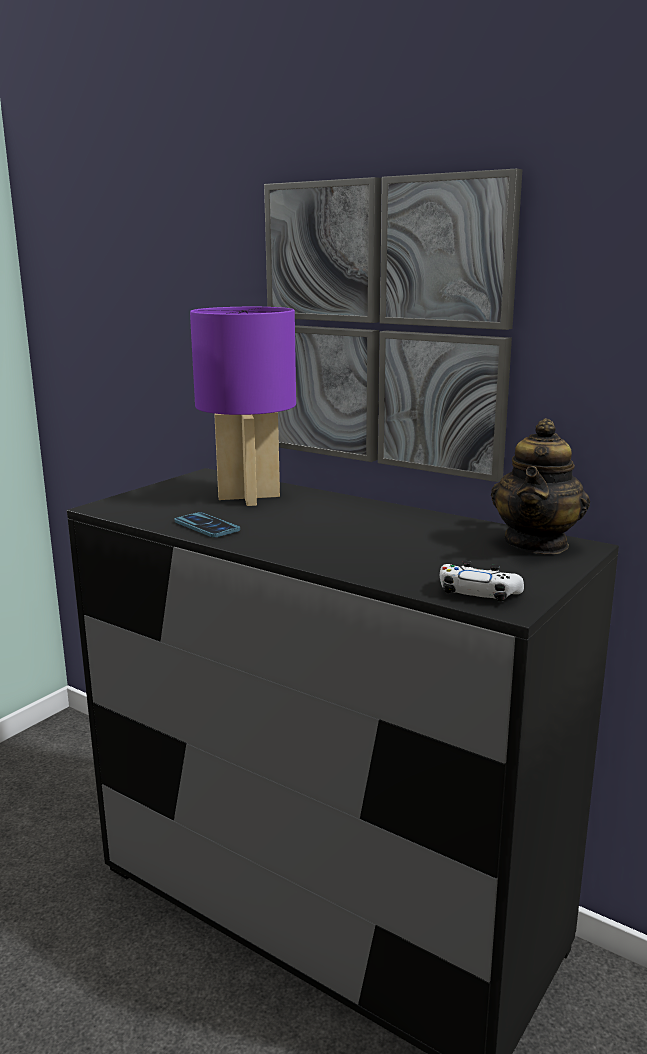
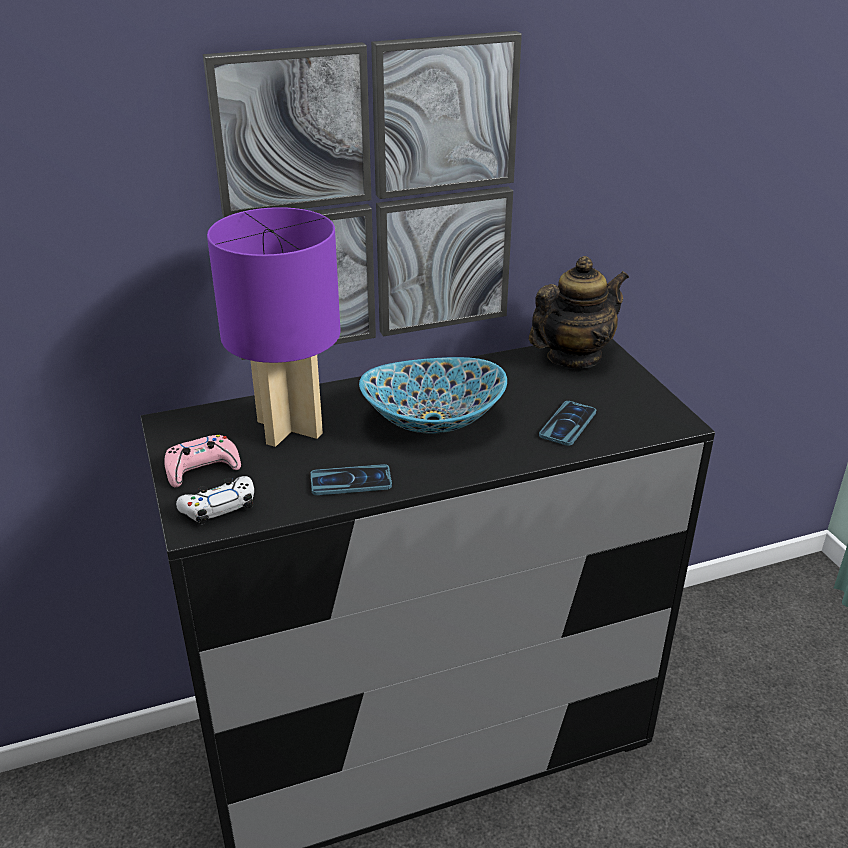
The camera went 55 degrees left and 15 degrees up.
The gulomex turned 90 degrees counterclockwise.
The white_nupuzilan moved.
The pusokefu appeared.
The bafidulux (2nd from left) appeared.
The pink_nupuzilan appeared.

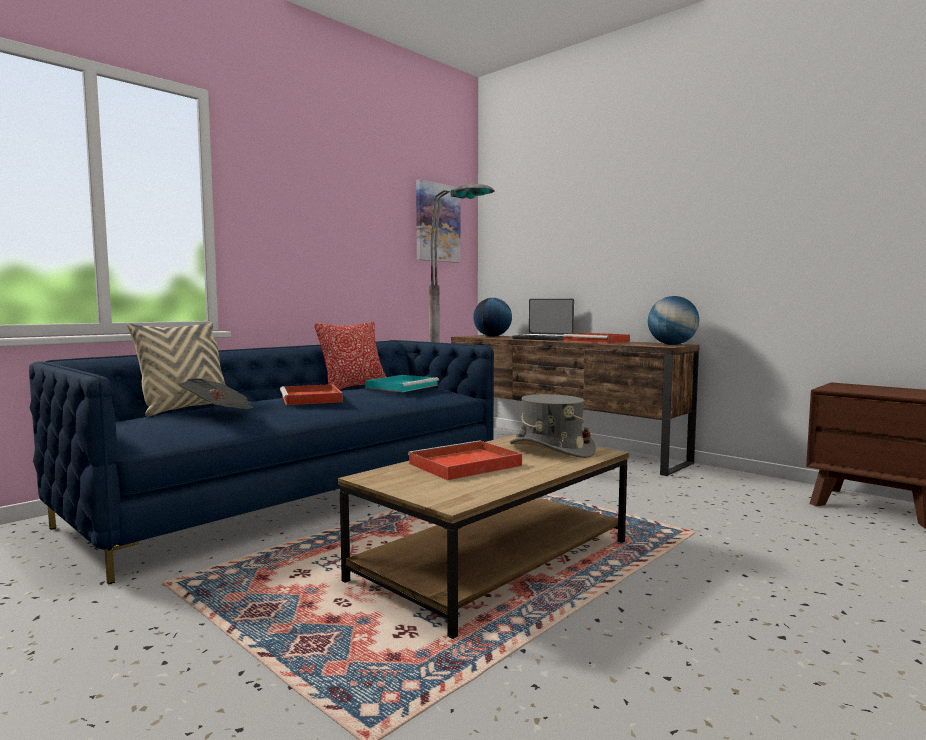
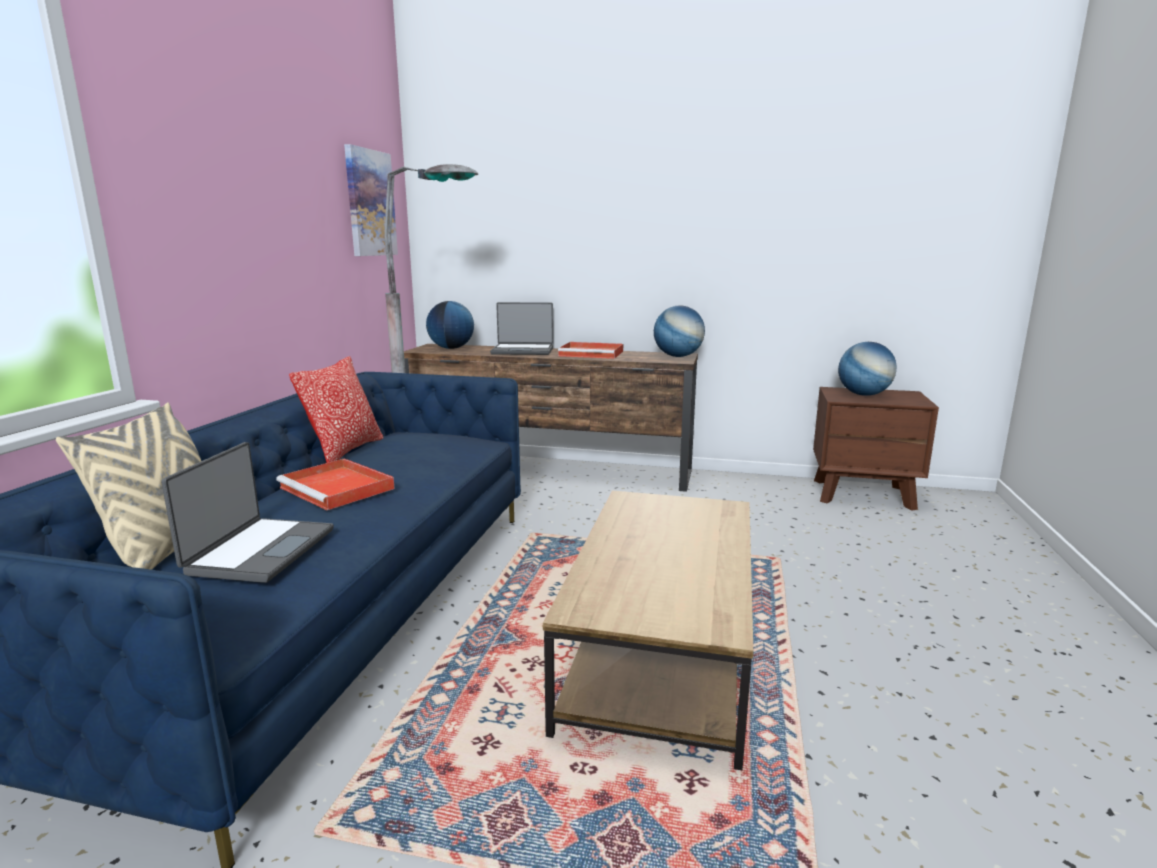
The camera went 30 degrees left and 10 degrees up.
The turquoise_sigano disappeared.
The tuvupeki was replaced by the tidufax (1st from left).
The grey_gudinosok disappeared.
The red_sigano (2nd from left) disappeared.
The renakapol (3rd from left) appeared.

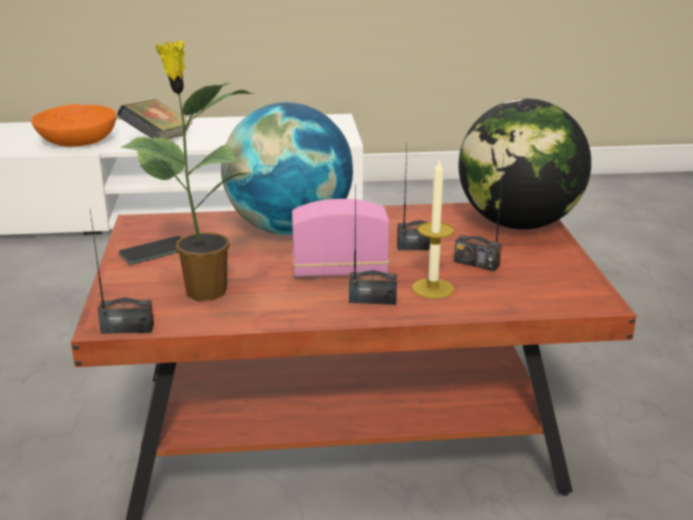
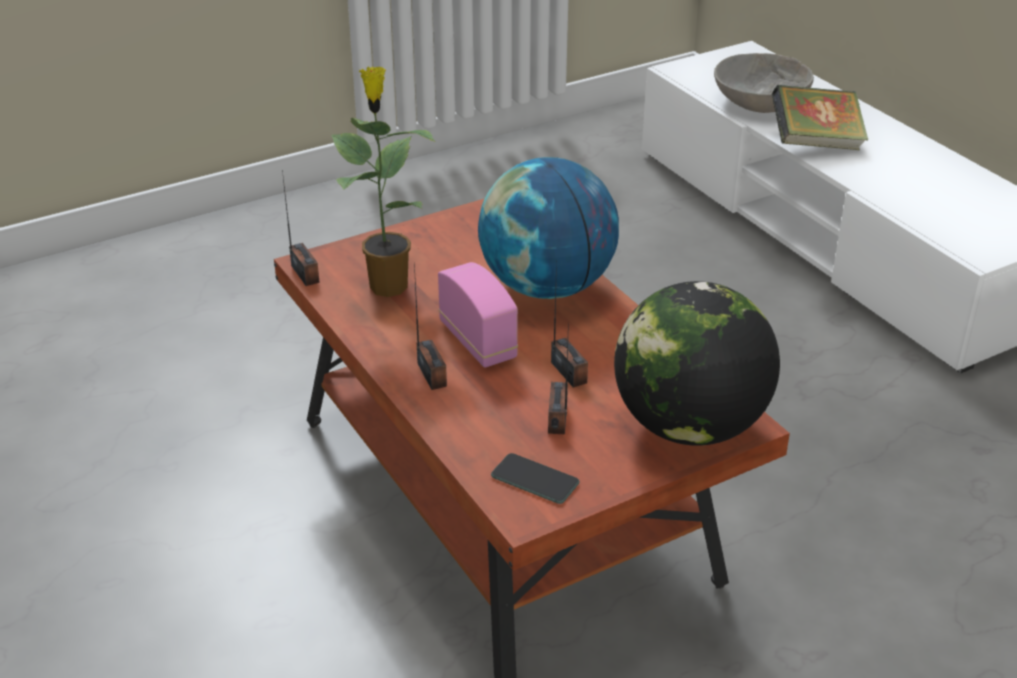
The camera went 65 degrees right and 10 degrees up.
The orange_pusokefu became the grey_pusokefu.
The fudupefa disappeared.
The bafidulux moved.

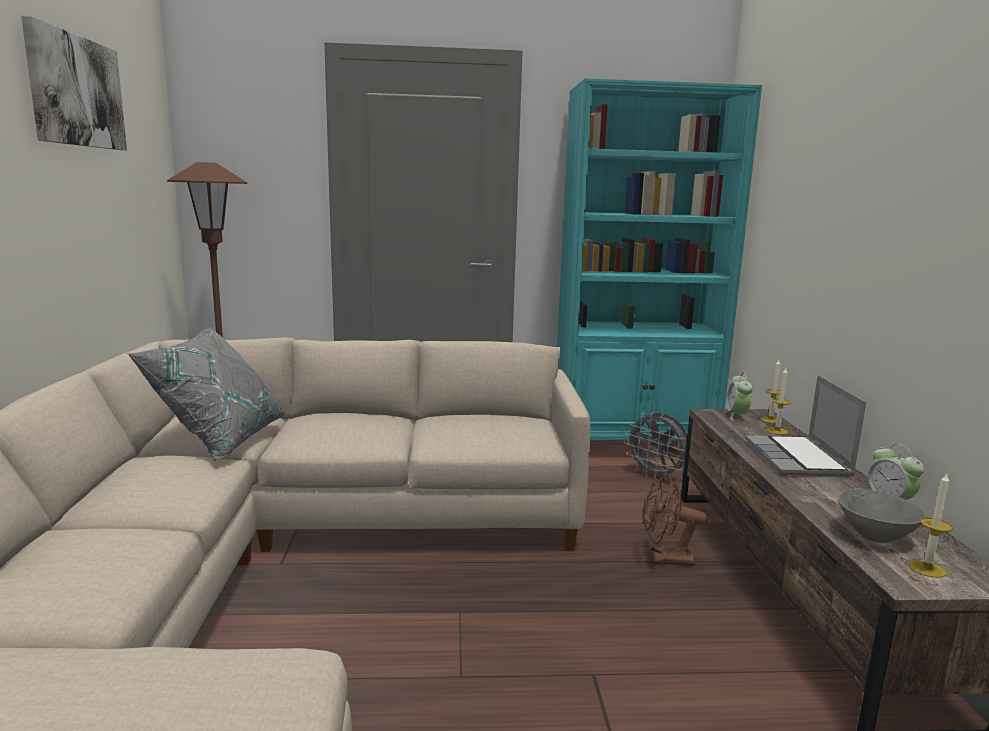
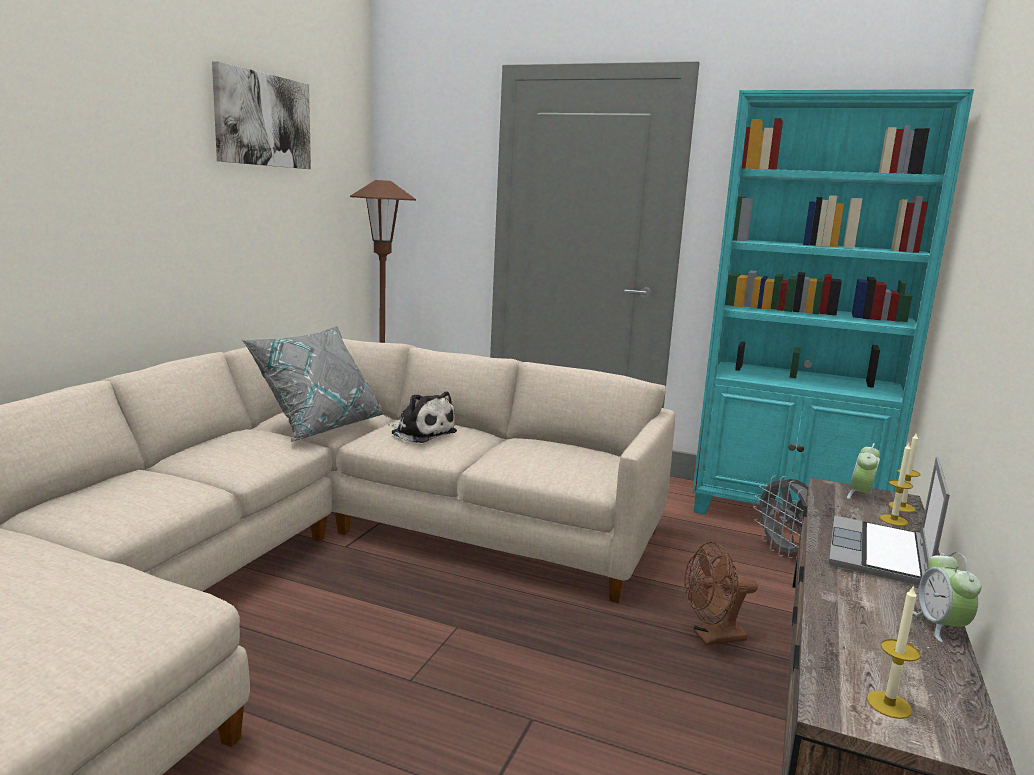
The camera went 25 degrees right and 0 degrees up.
The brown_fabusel turned 45 degrees counterclockwise.
The grey_pusokefu disappeared.
The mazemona appeared.

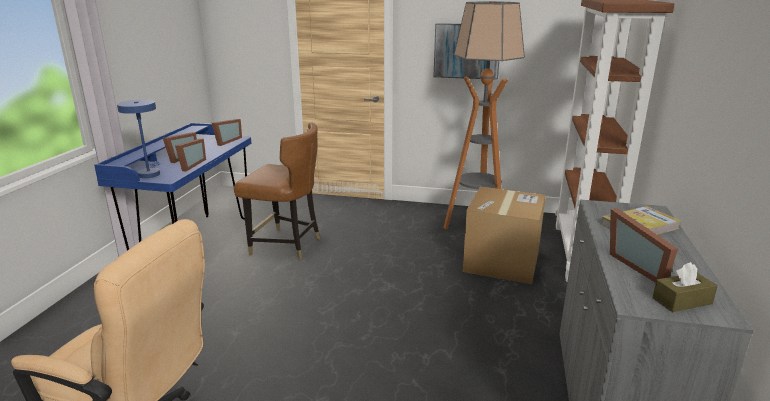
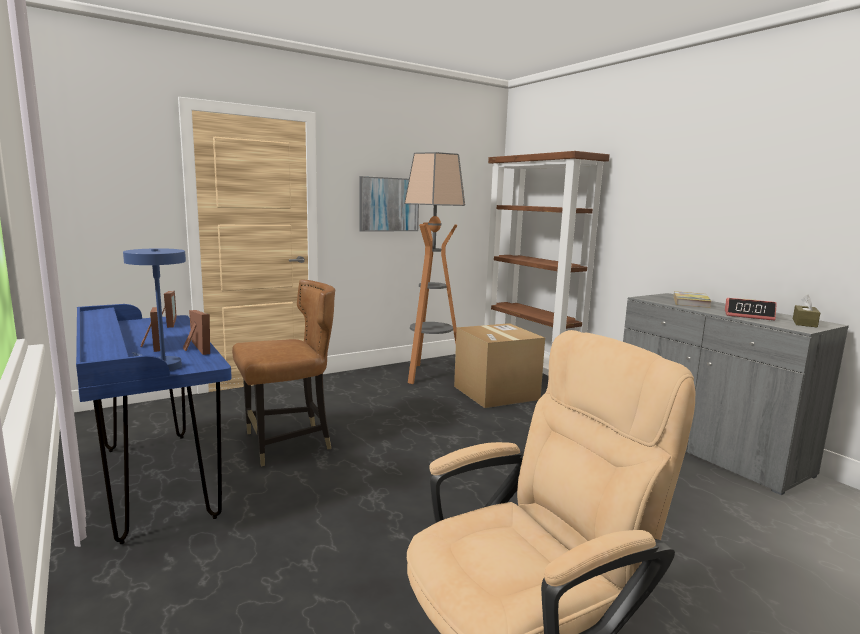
The camera went 45 degrees left and 10 degrees down.
The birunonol (4th from left) was replaced by the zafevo.

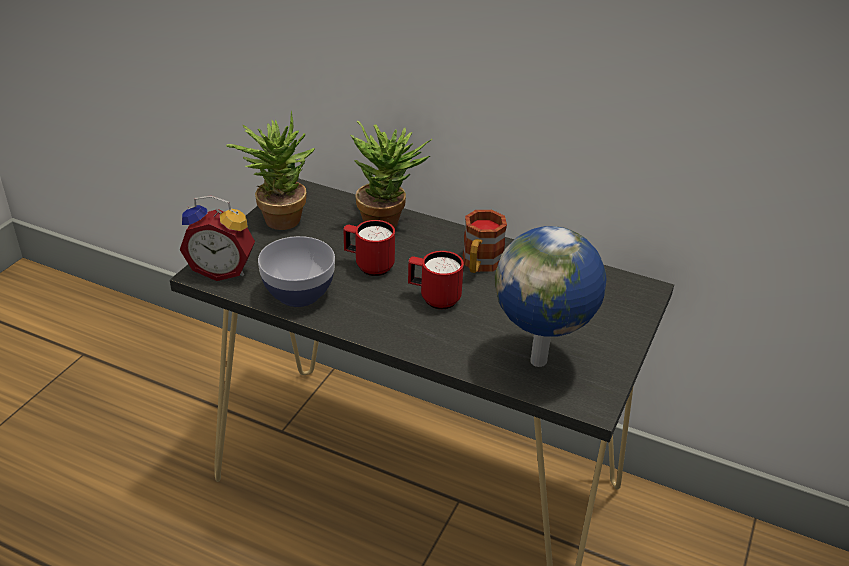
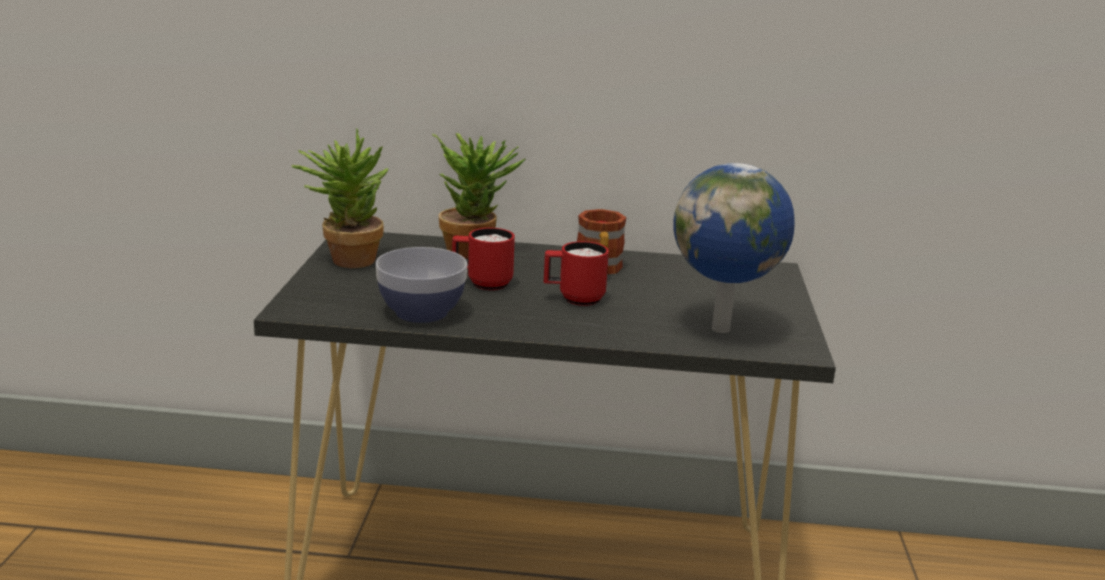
The camera went 20 degrees left and 15 degrees down.
The zafevo disappeared.

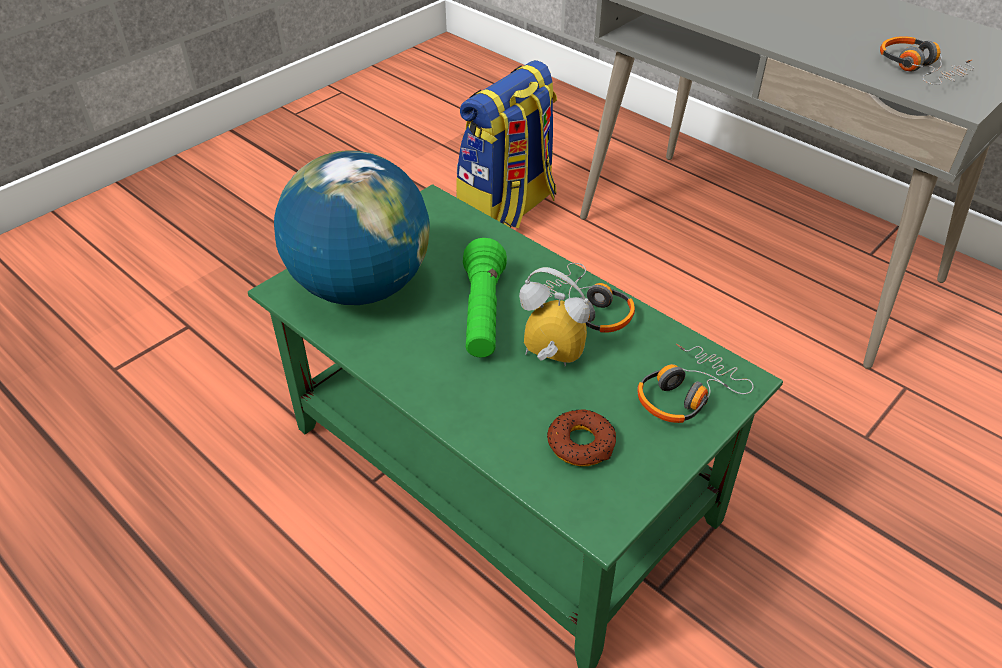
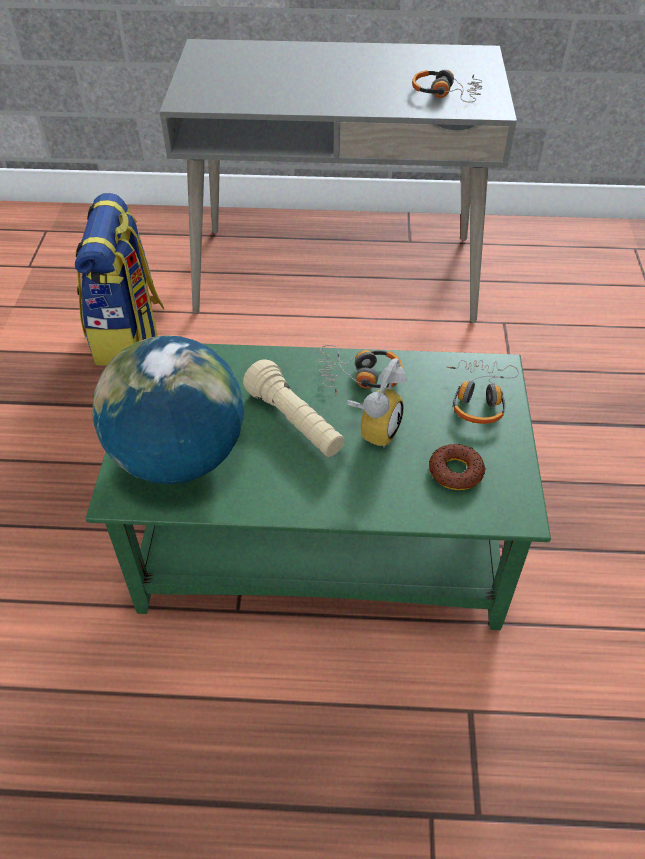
The camera went 40 degrees left and 5 degrees up.
The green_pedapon became the beige_pedapon.
The zafevo turned 135 degrees clockwise.

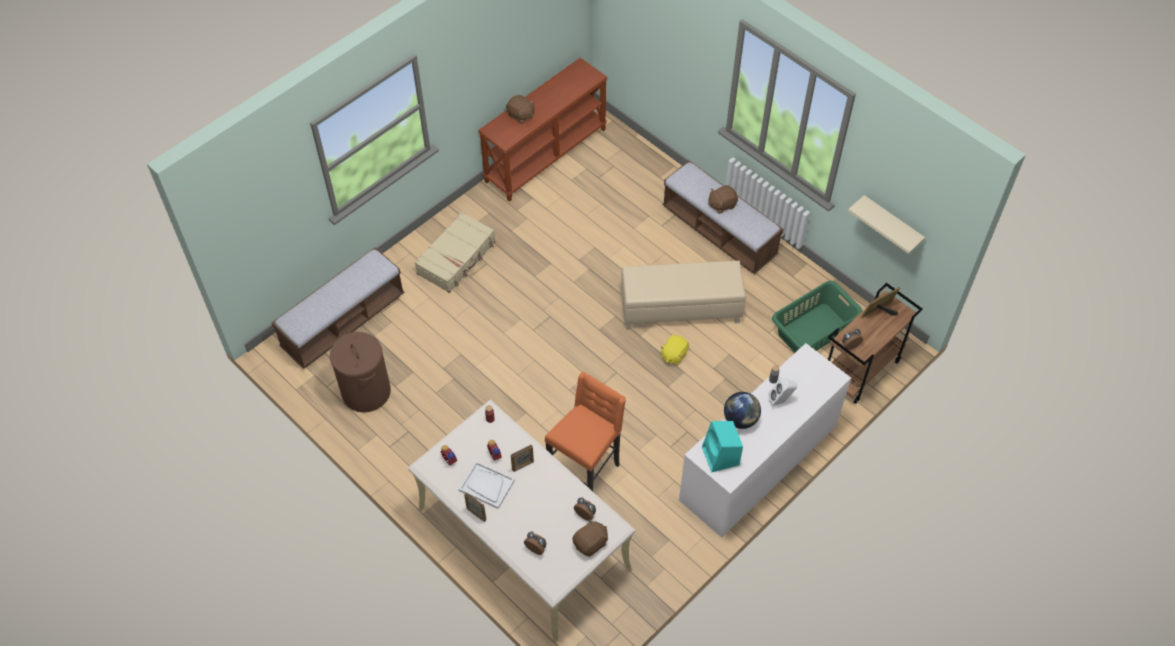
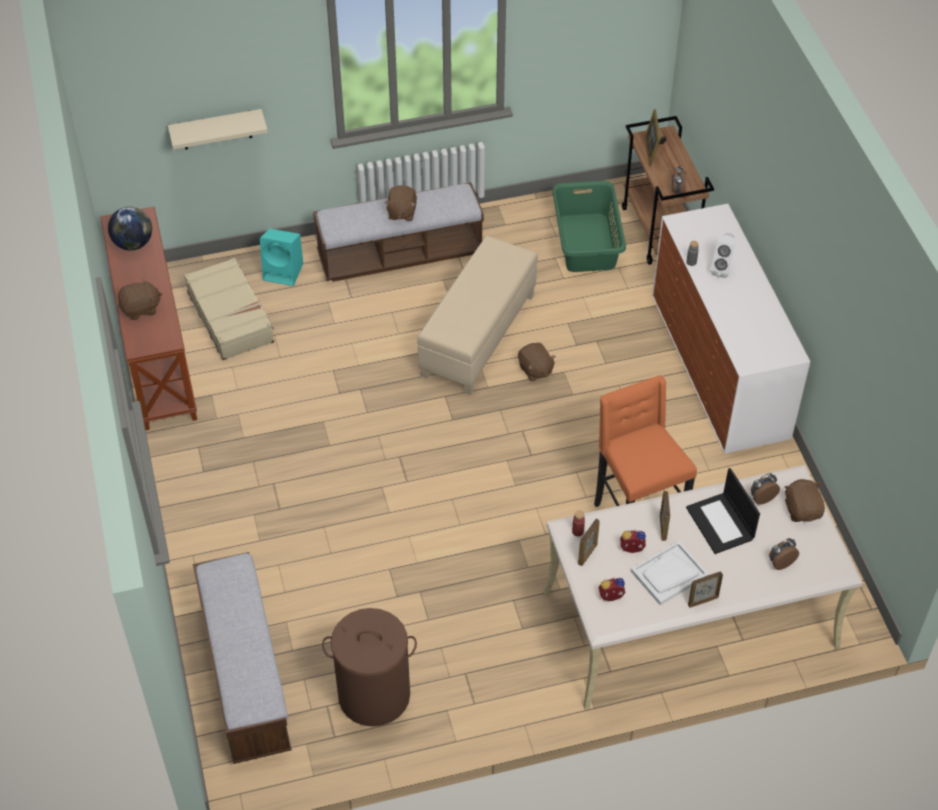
The camera went 60 degrees left and 5 degrees down.
The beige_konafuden moved.
The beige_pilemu moved.
The yellow_mazemona became the brown_mazemona (3rd from left).
The renakapol moved.
The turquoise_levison moved.
The tidufax appeared.
The birunonol (1st from left) appeared.

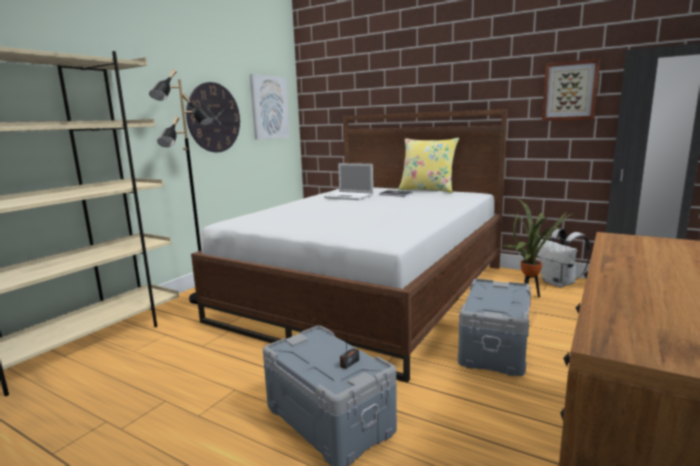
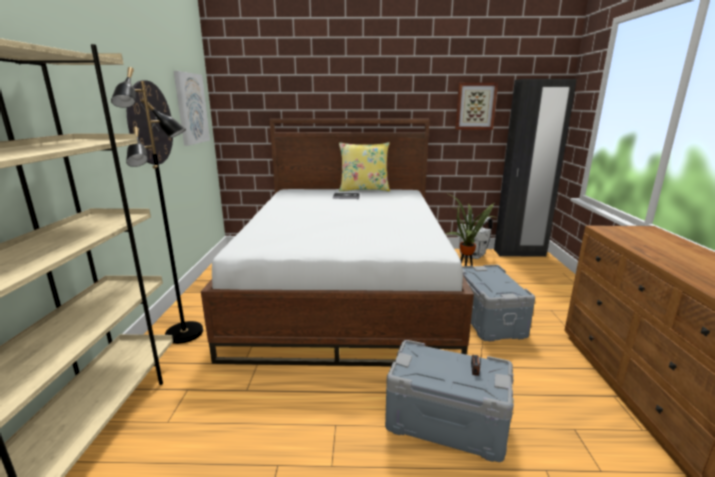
The camera went 30 degrees left and 5 degrees up.
The tidufax disappeared.

